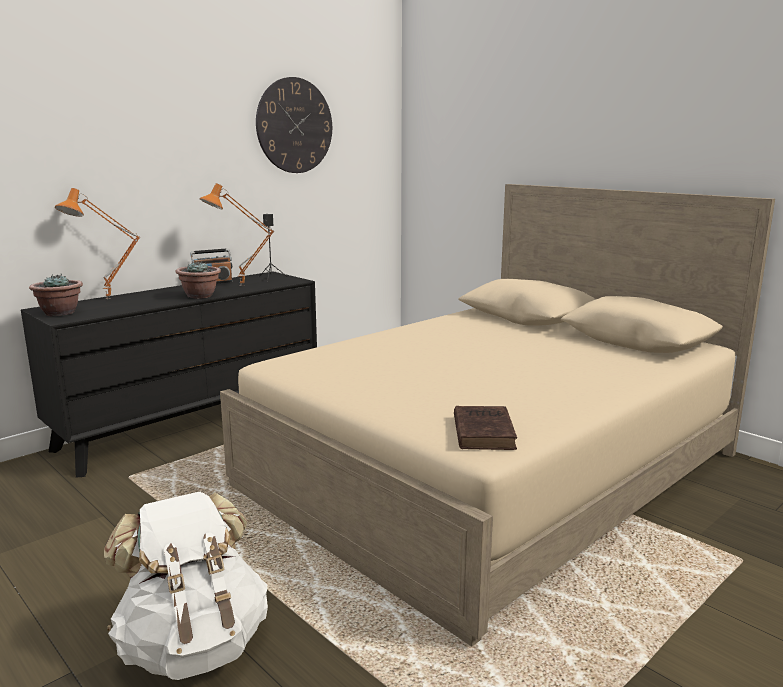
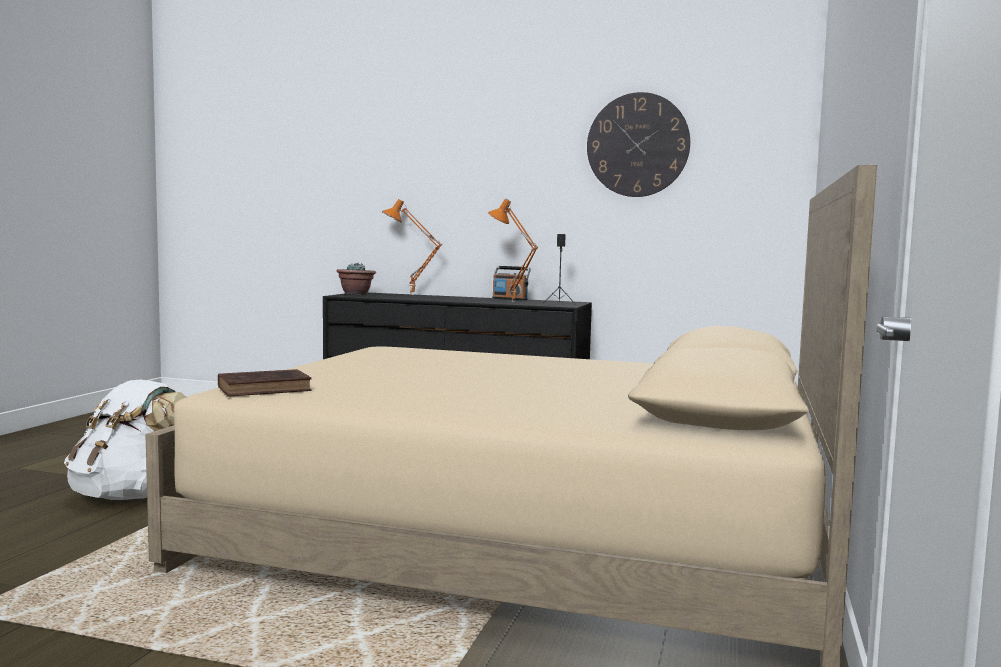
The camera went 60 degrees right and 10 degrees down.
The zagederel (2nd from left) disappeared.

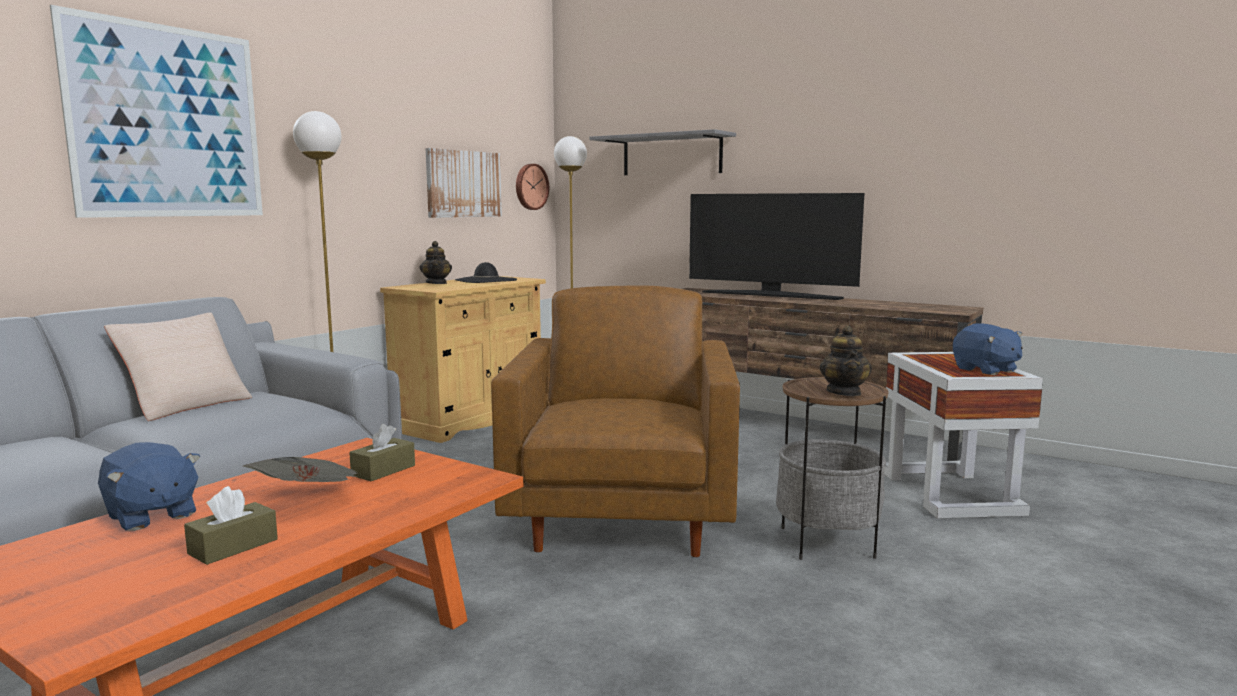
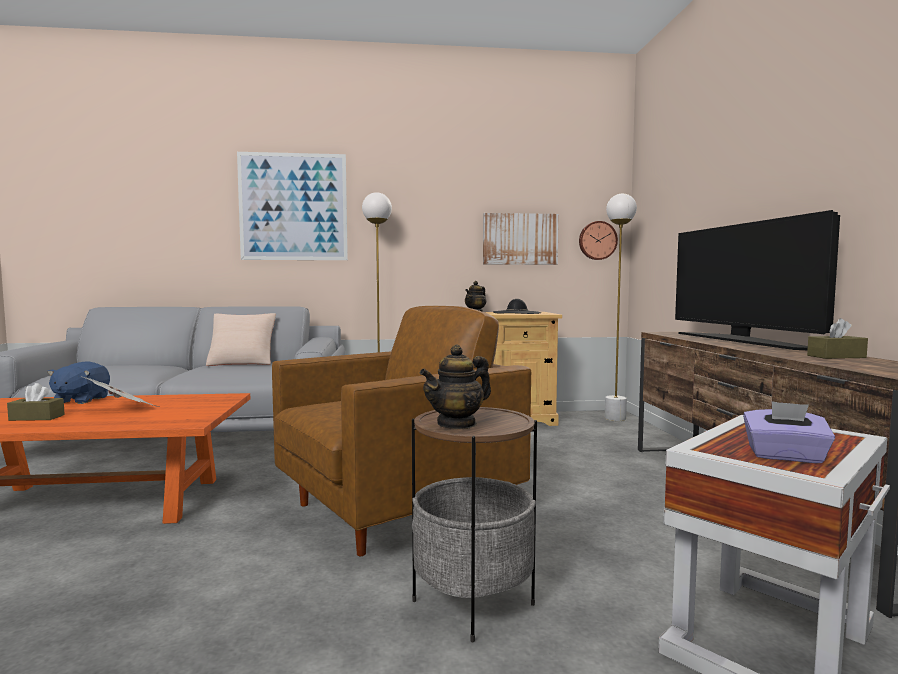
The camera went 50 degrees right and 5 degrees down.
The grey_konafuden disappeared.
The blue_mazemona (2nd from left) was replaced by the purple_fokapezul.
The brown_fokapezul (2nd from left) moved.

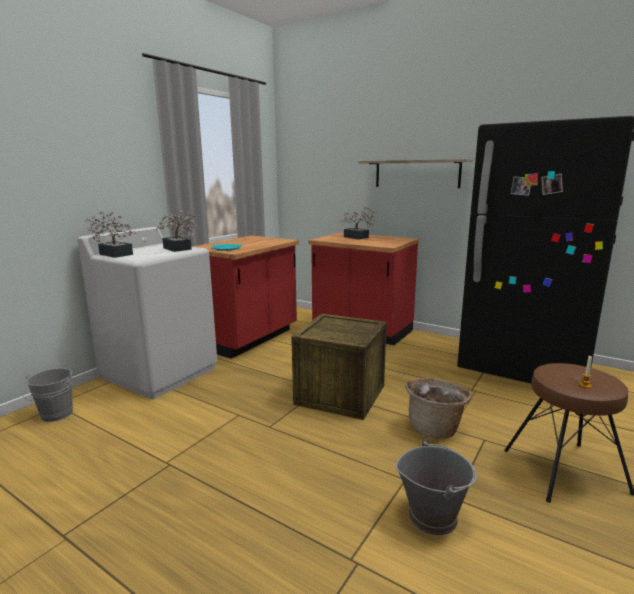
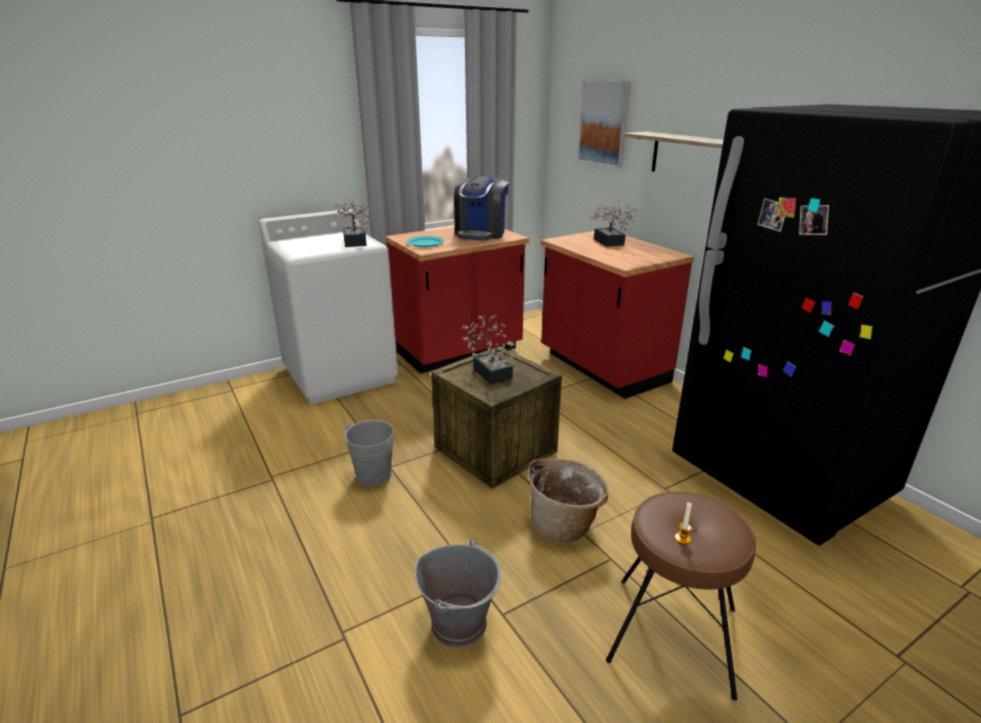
The camera went 25 degrees right and 10 degrees up.
The zagederel (1st from left in the first image) moved.
The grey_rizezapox (1st from left) moved.
The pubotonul appeared.
The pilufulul appeared.

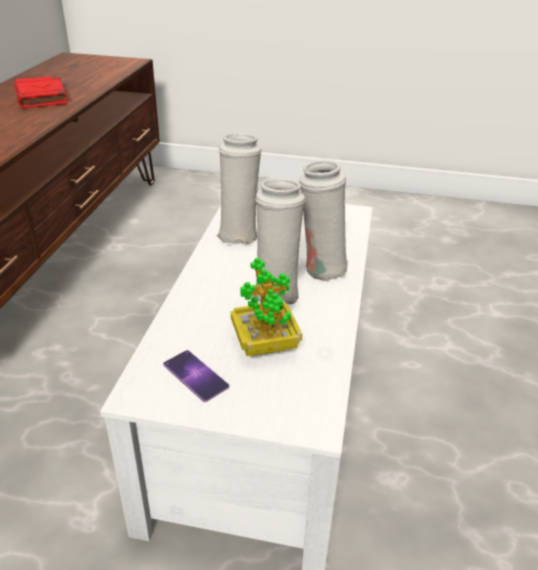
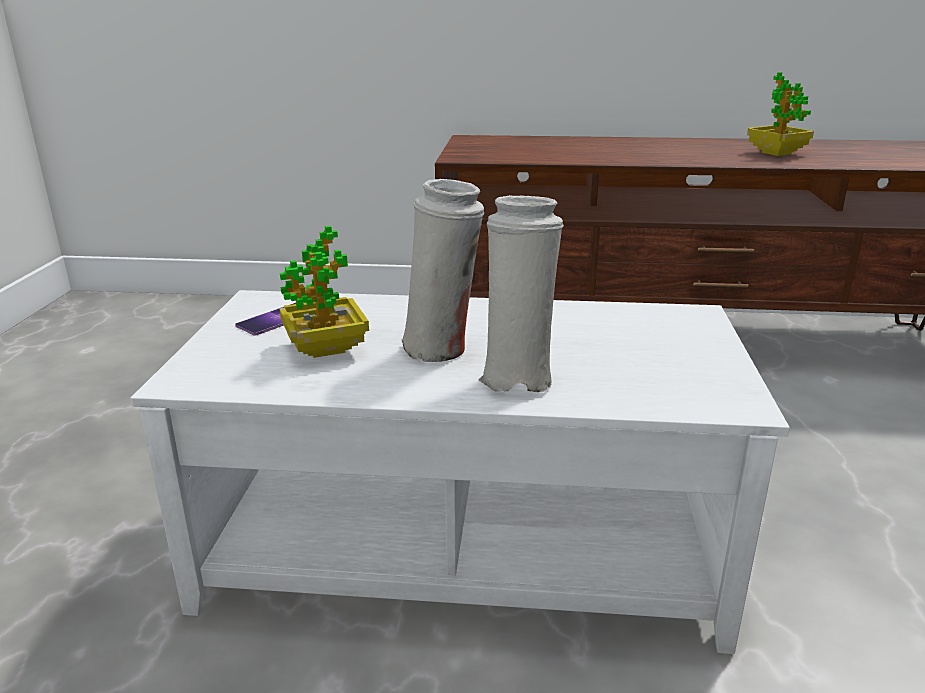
The camera went 85 degrees right and 10 degrees down.
The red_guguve was replaced by the zagederel (2nd from left).
The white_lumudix (1st from left) disappeared.

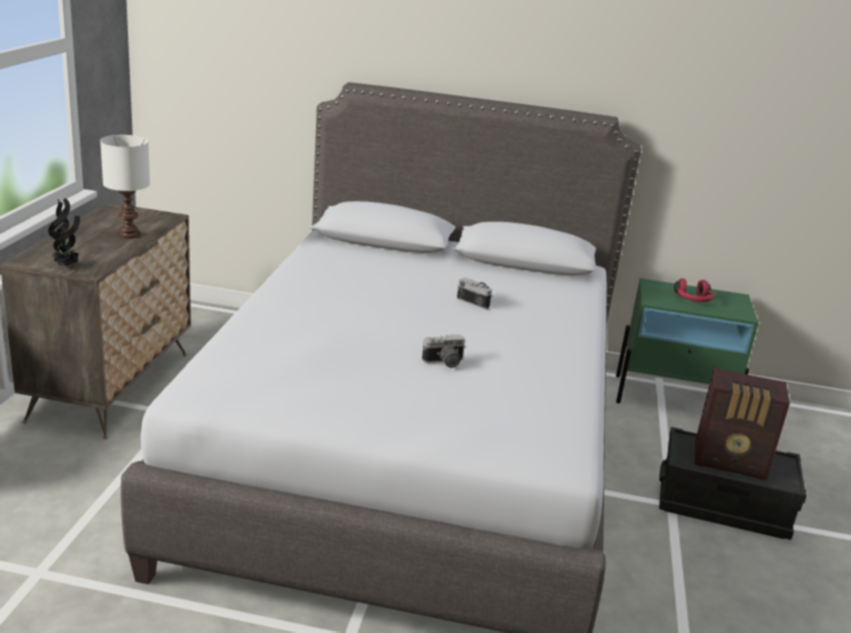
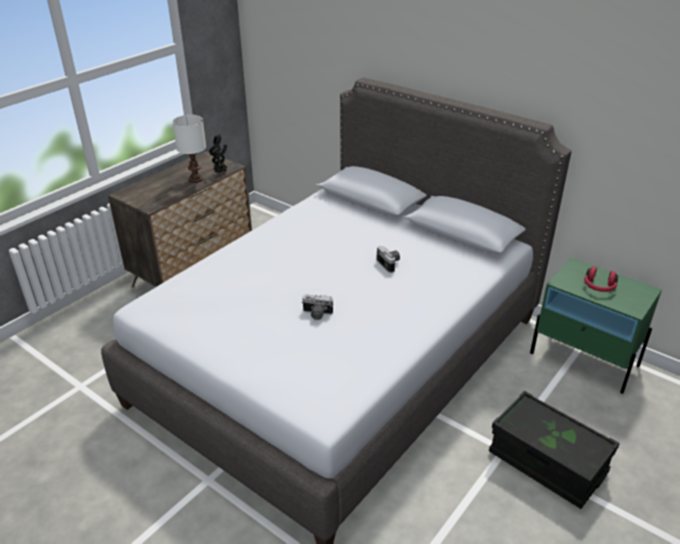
The camera went 30 degrees right and 10 degrees up.
The zagederel moved.
The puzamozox disappeared.

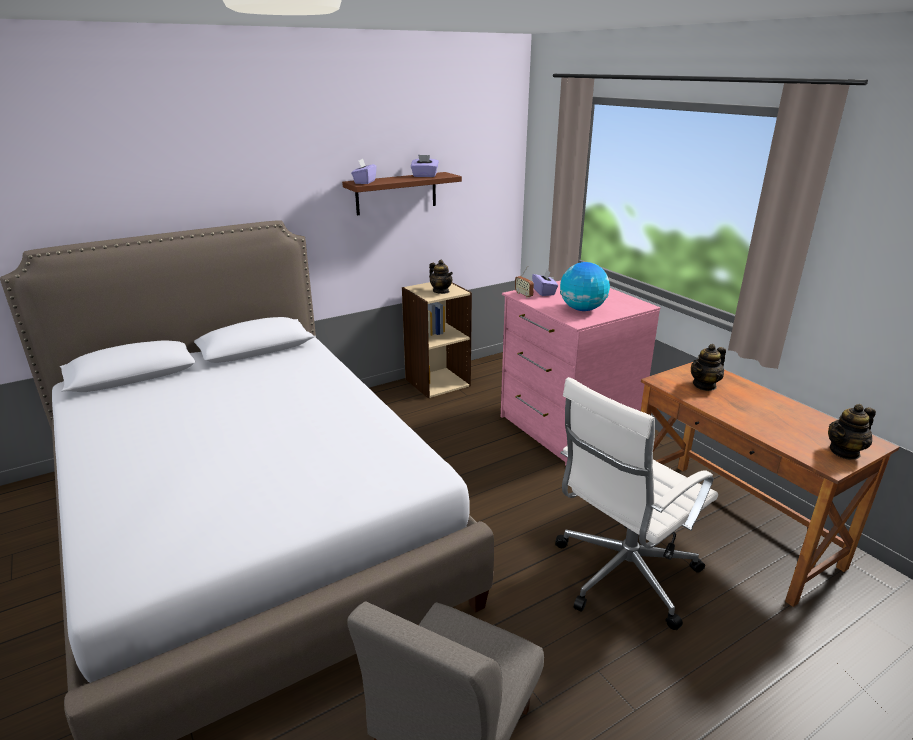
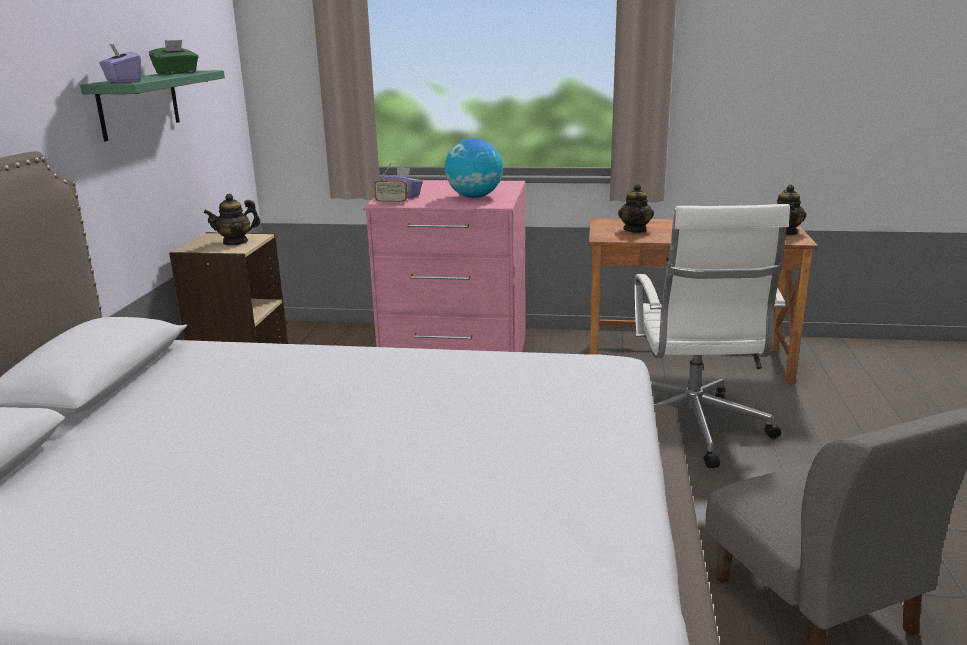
The camera went 50 degrees left and 5 degrees down.
The purple_fokapezul (2nd from left) became the green_fokapezul.
The brown_konafuden became the green_konafuden.
The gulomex (1st from left) turned 150 degrees clockwise.

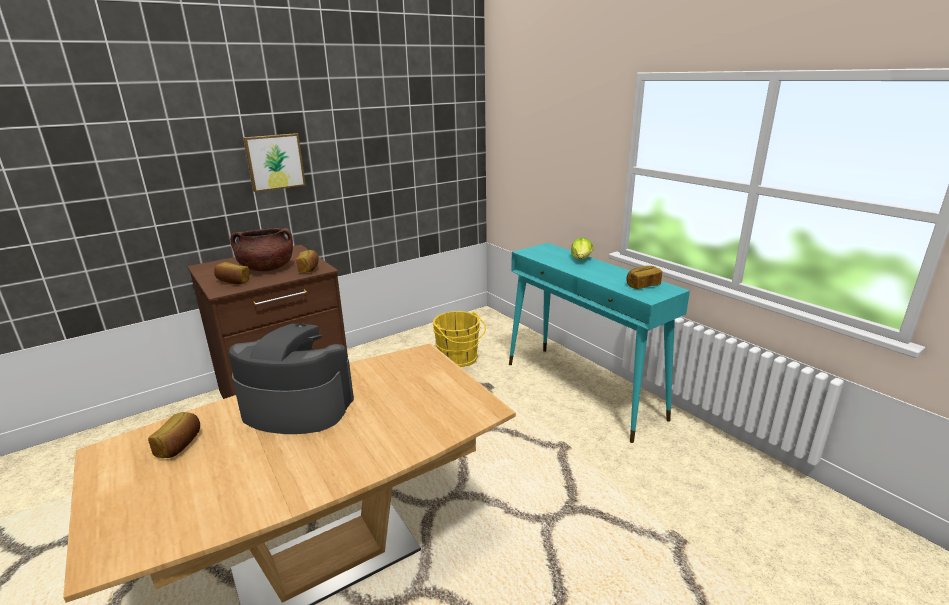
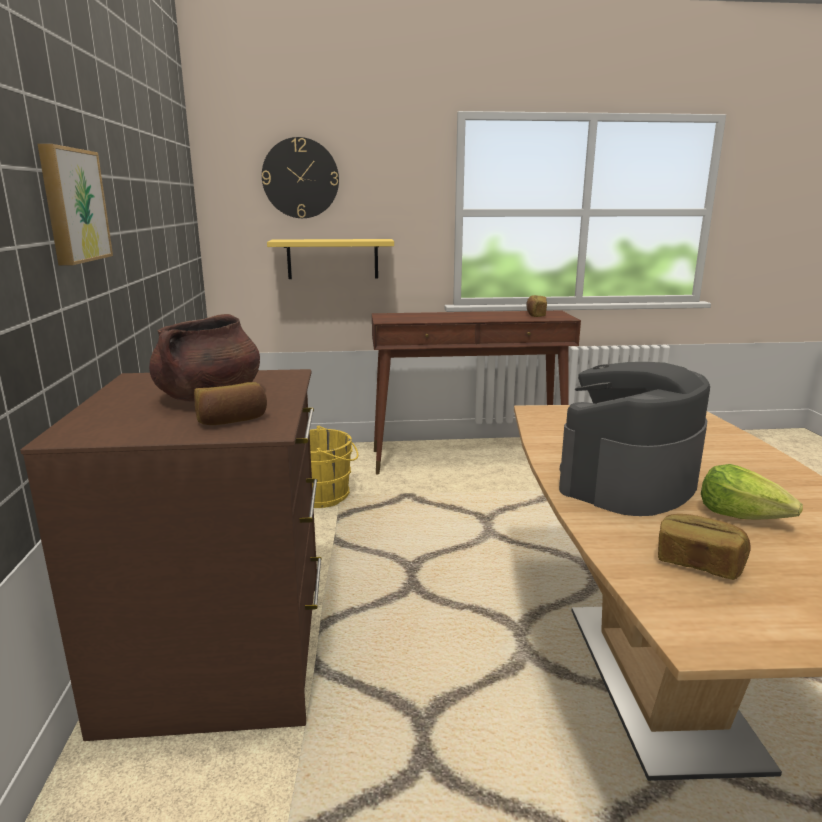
The camera went 60 degrees left and 5 degrees down.
The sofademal moved.
The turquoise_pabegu became the brown_pabegu.
The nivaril (3rd from left) disappeared.
The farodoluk appeared.
The yellow_konafuden appeared.

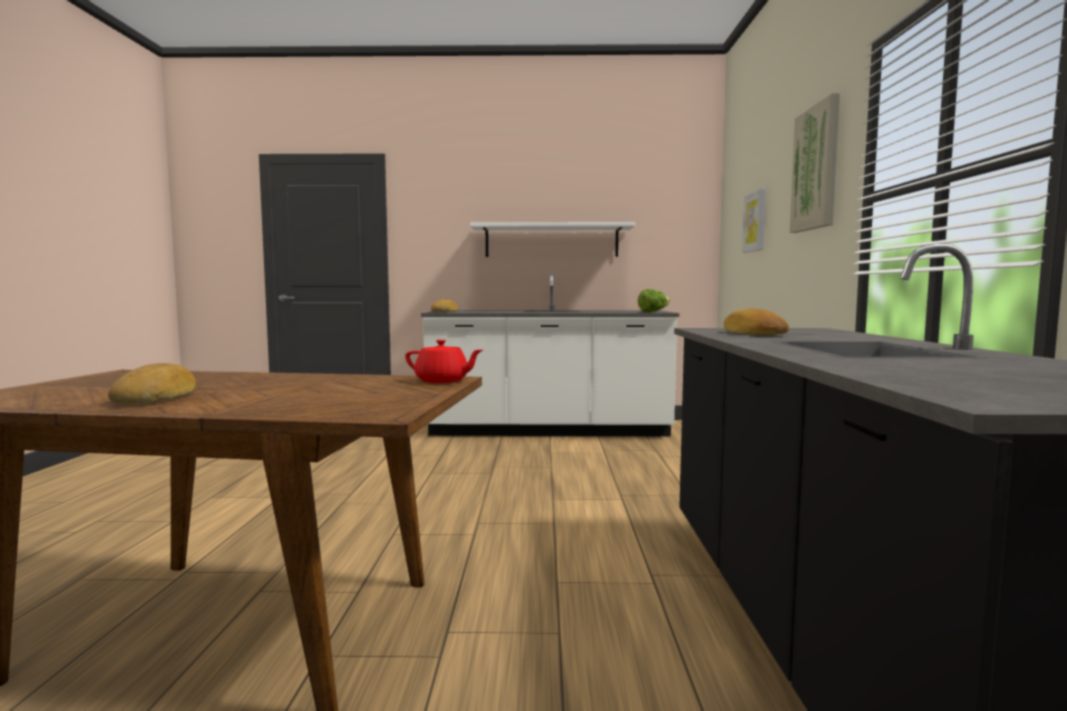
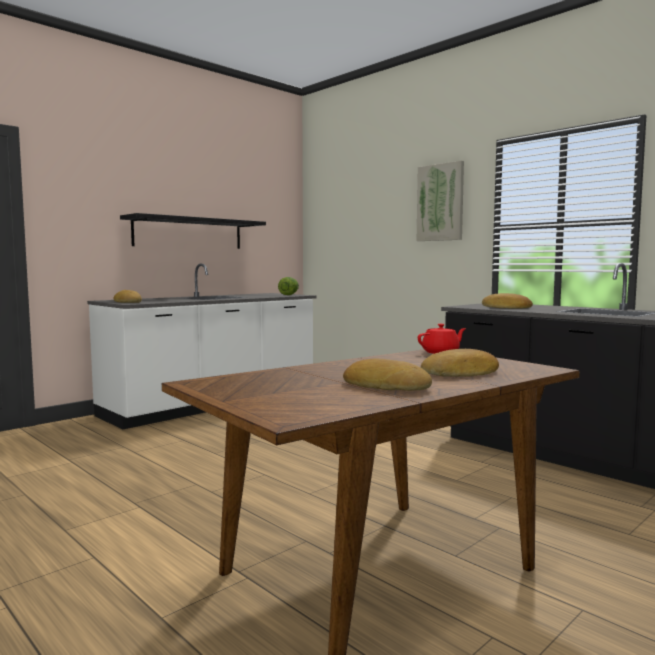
The camera went 45 degrees left and 0 degrees up.
The pubotonul (1st from left) disappeared.
The white_konafuden became the black_konafuden.
The nivaril (3rd from left) appeared.

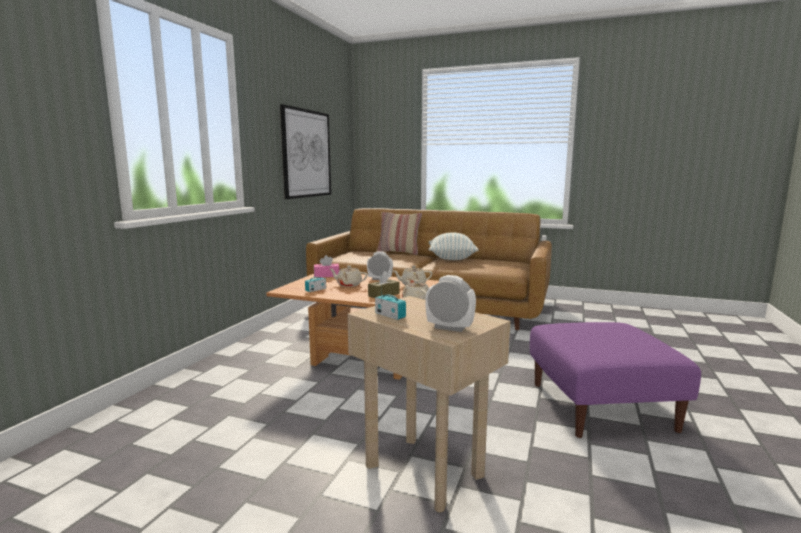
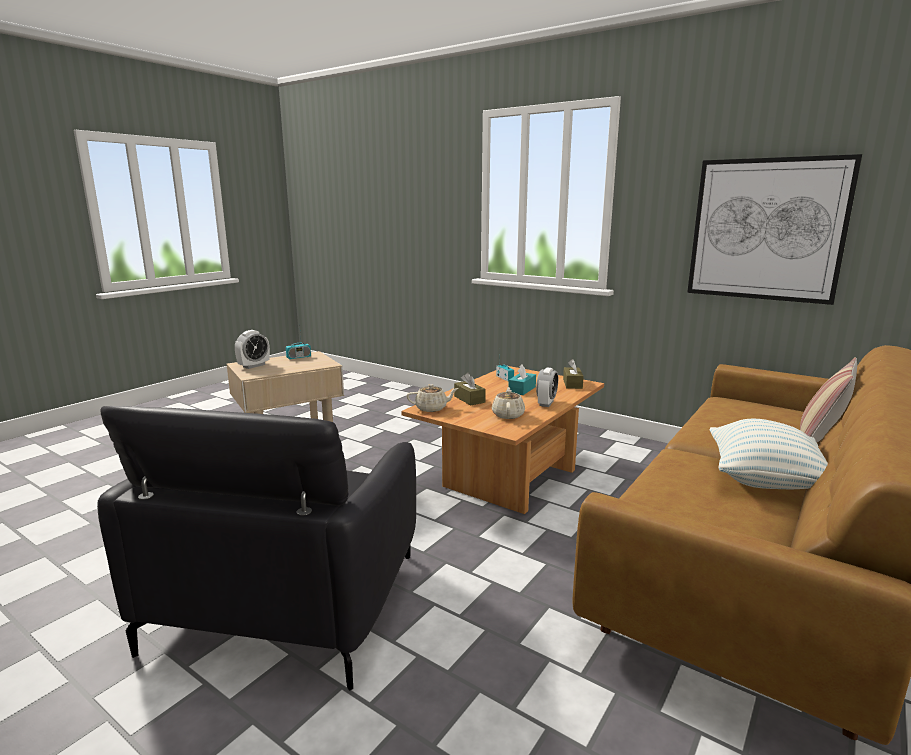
The camera went 105 degrees right and 5 degrees up.
The pink_fokapezul became the brown_fokapezul (2nd from left).
The beige_gulomex (1st from left) was replaced by the turquoise_fokapezul.
The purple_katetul was replaced by the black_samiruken.

